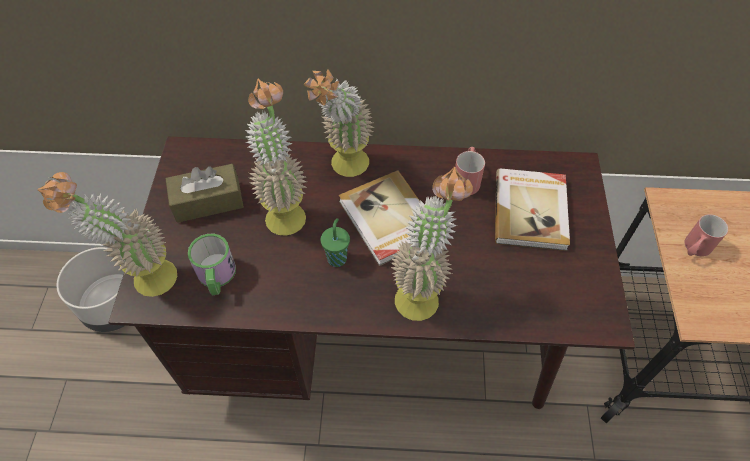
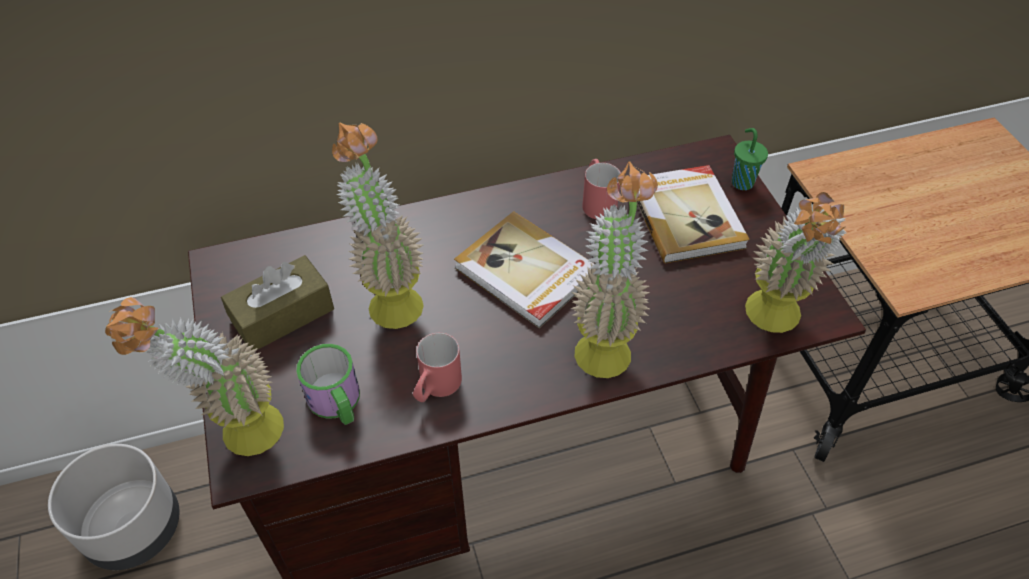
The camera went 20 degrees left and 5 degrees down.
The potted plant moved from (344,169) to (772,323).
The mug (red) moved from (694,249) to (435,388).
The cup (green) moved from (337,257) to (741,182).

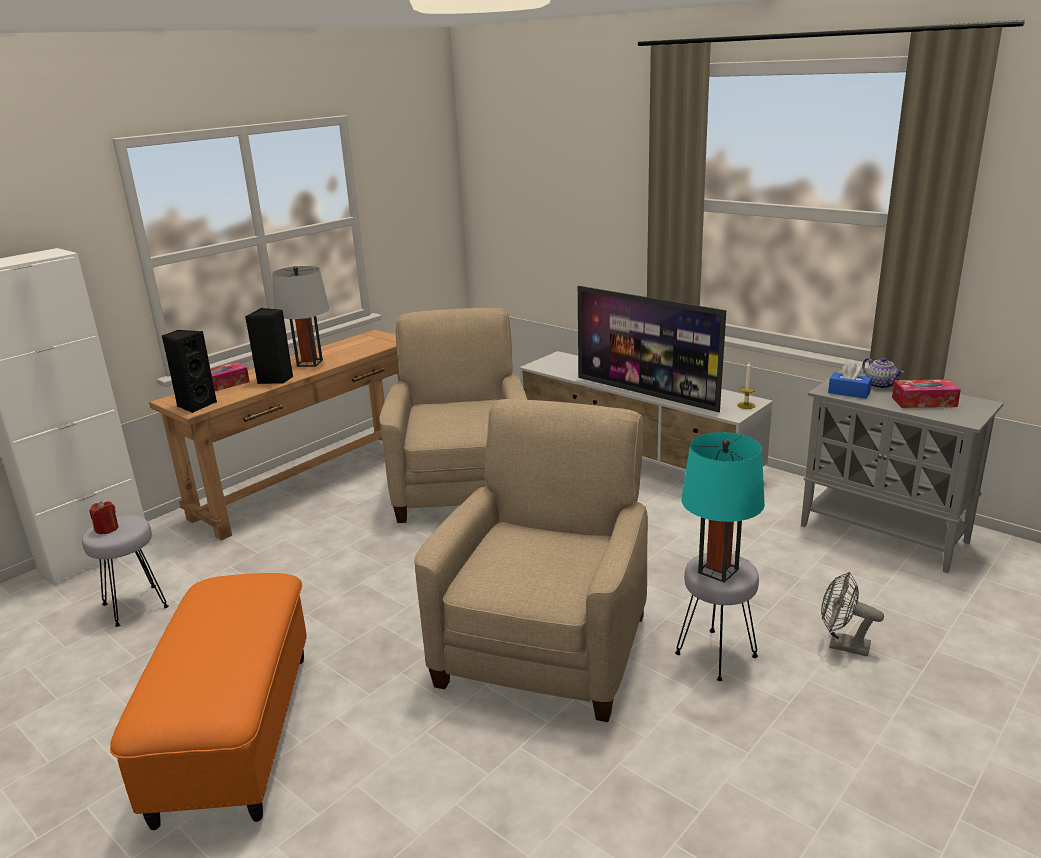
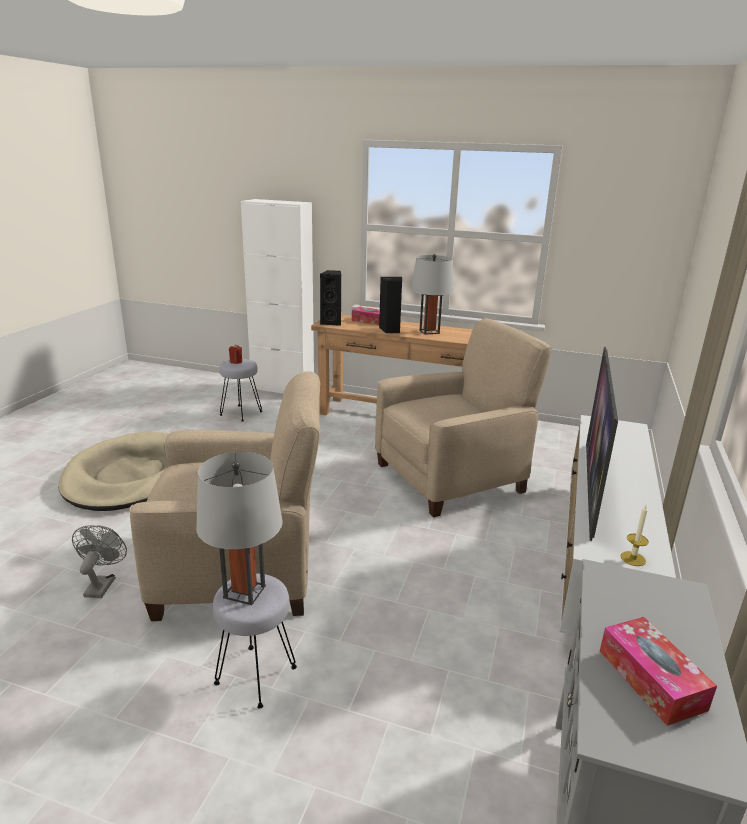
The camera went 65 degrees right and 0 degrees up.
The teapot at (881,385) disappeared.
The tissue box (blue) at (849,392) disappeared.
The table lamp (turquoise) at (718,571) became the table lamp (grey) at (244,592).
The fan (grey) moved from (842,645) to (102,584).
The ottoman (orange) at (238,734) was replaced by the dog bed (beige) at (131,476).

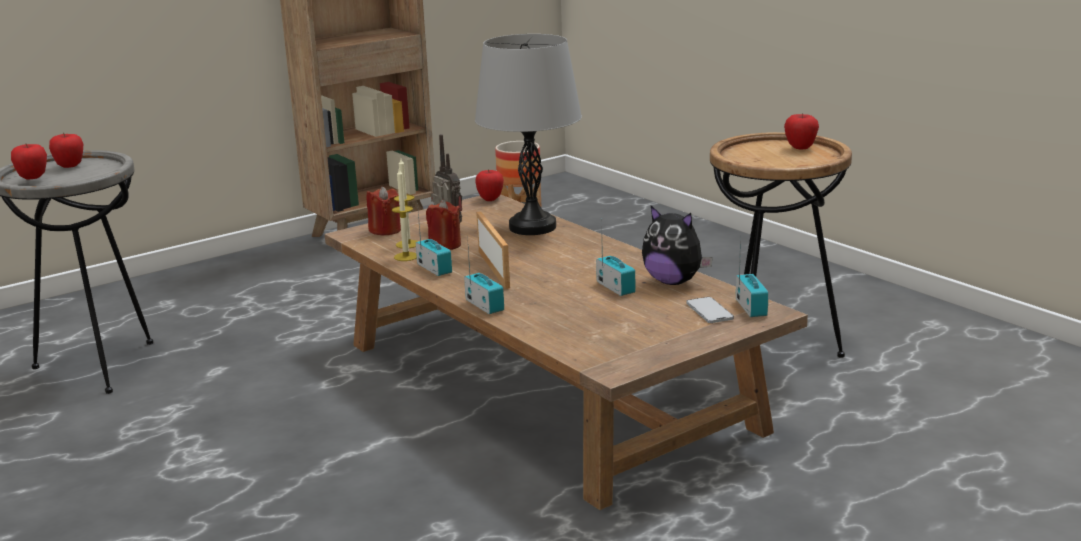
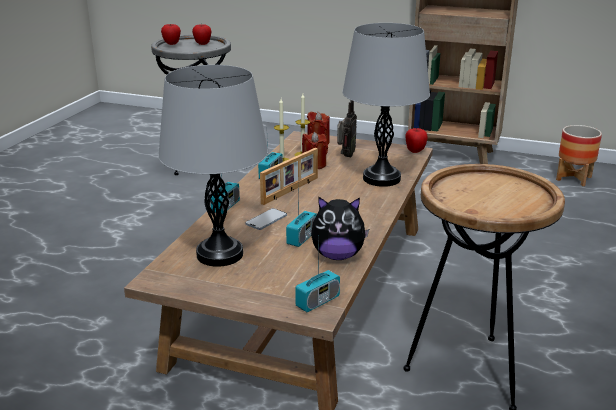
The camera went 55 degrees right and 5 degrees up.
The apple at (800,148) disappeared.
The plush toy at (673,282) turned 90 degrees counterclockwise.
The phone moved from (709,311) to (266,220).
The table lamp (grey) at (220,254) appeared.

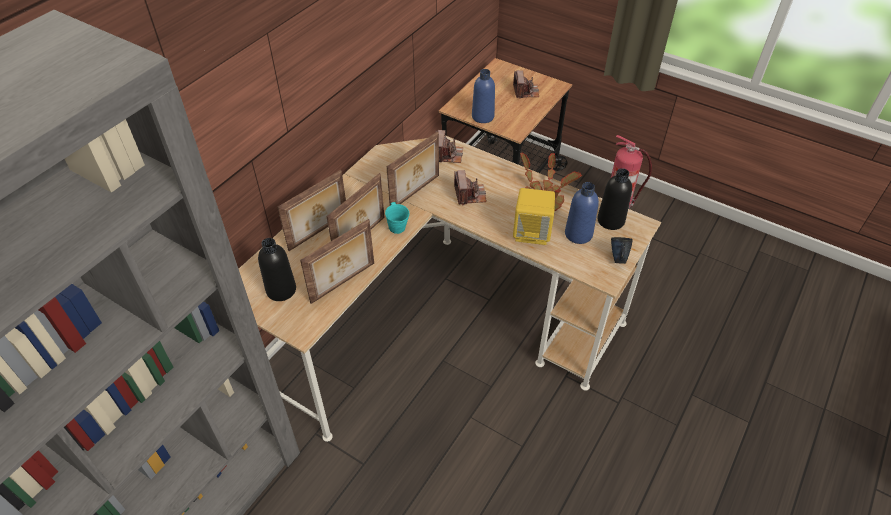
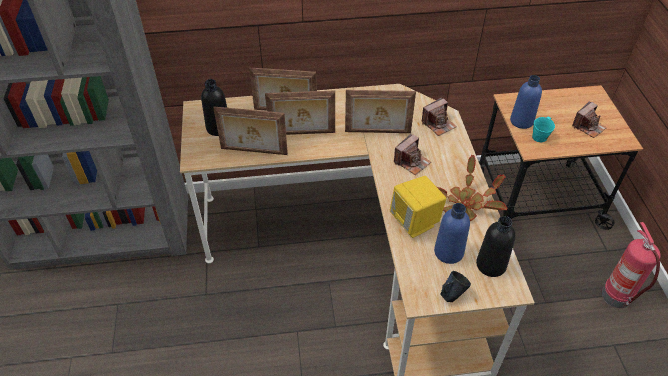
The camera went 50 degrees right and 0 degrees up.
The mug (turquoise) moved from (397,226) to (540,137).

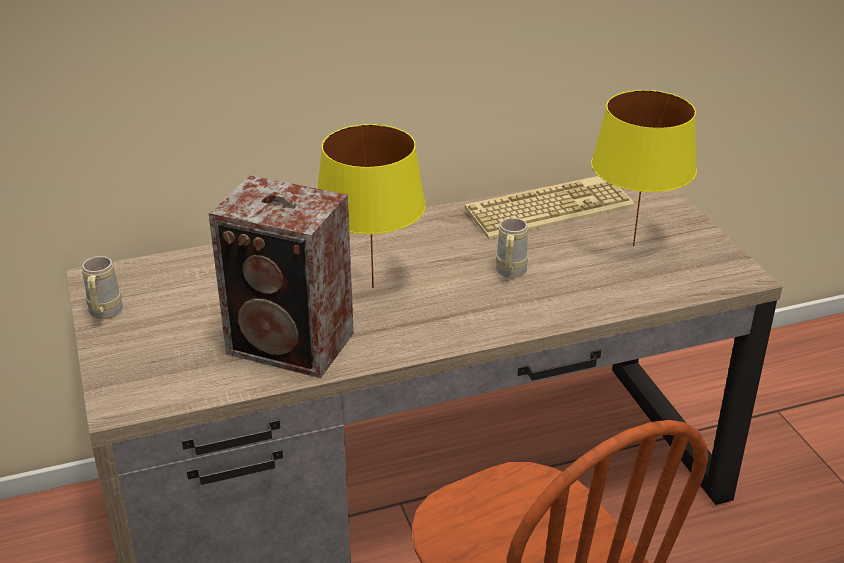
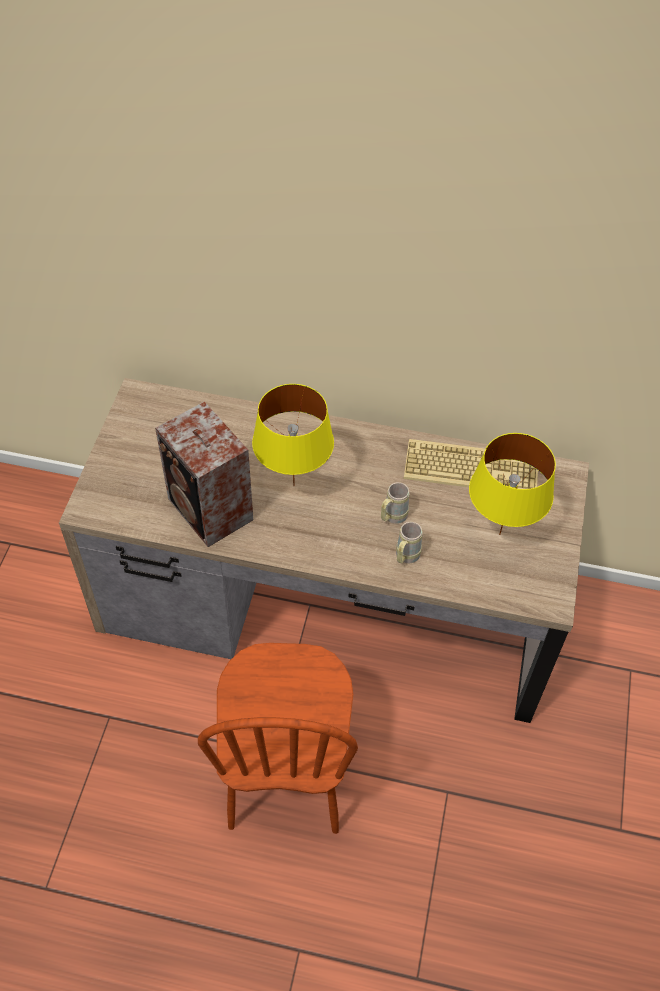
The camera went 30 degrees right and 20 degrees up.
The mug (beige) moved from (104,314) to (405,557).

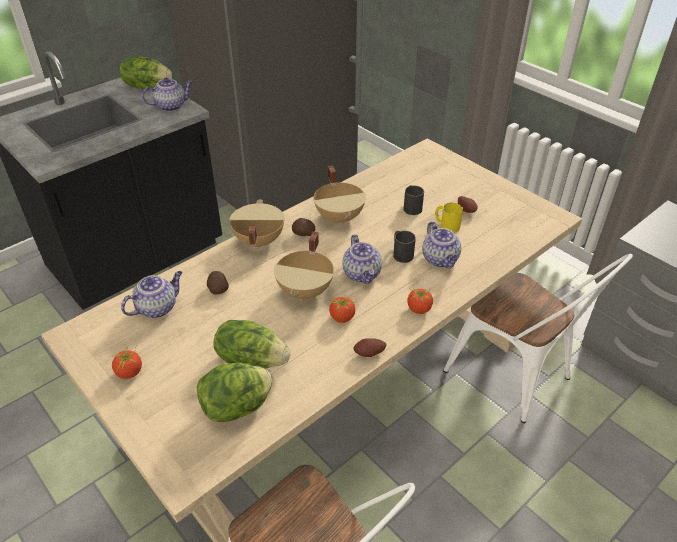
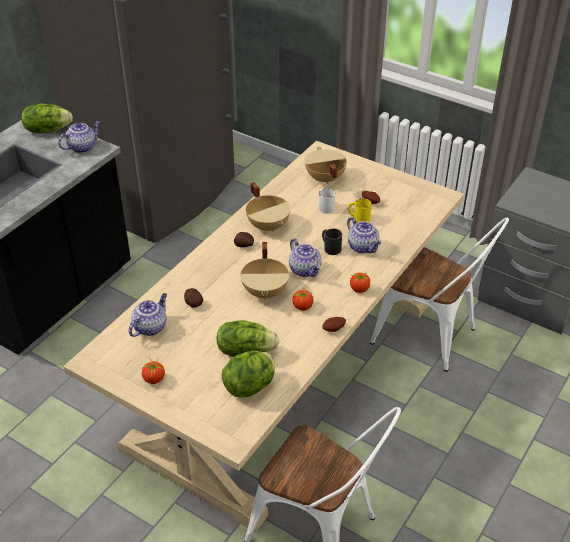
The camera went 15 degrees left and 0 degrees up.
The mug (black) at (411,207) became the mug (white) at (324,206).
The cooking pot (beige) moved from (258,241) to (324,178).

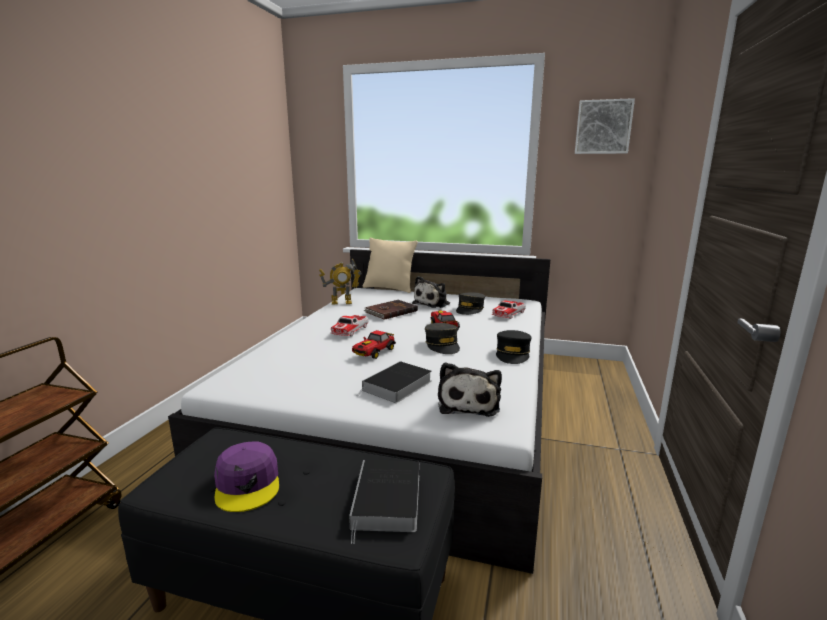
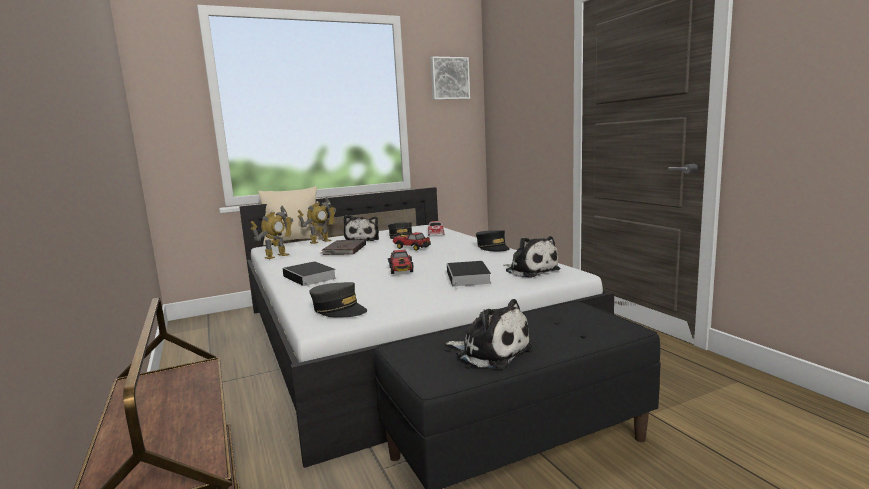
The camera went 40 degrees left and 5 degrees down.
The toy car at (350,330) disappeared.
The cap (grey) moved from (442,345) to (339,310).
The cap (purple) at (248,484) was replaced by the plush toy at (490,351).
The book moved from (387,502) to (310,277).
The toy robot at (320,241) appeared.

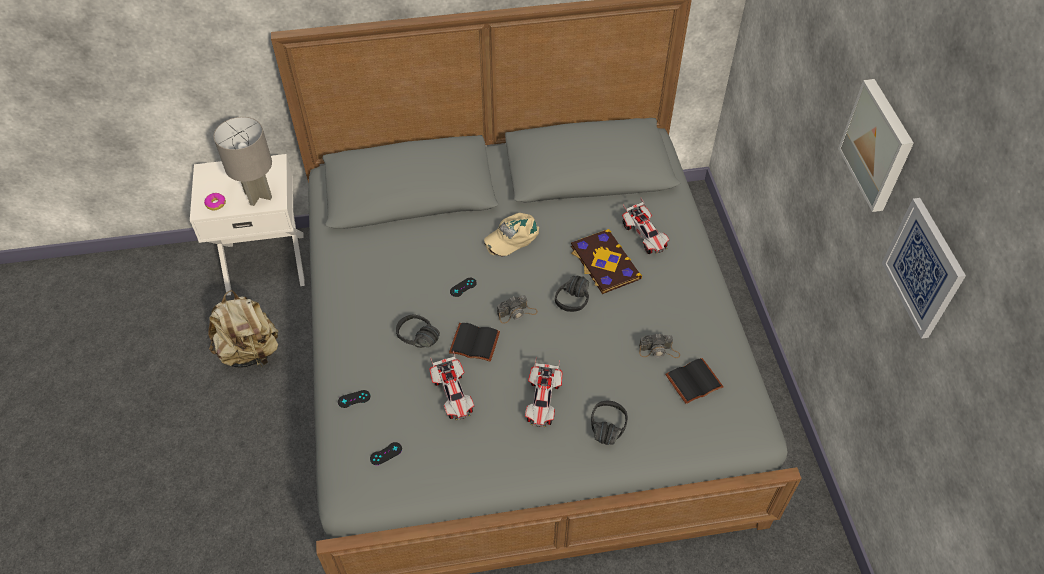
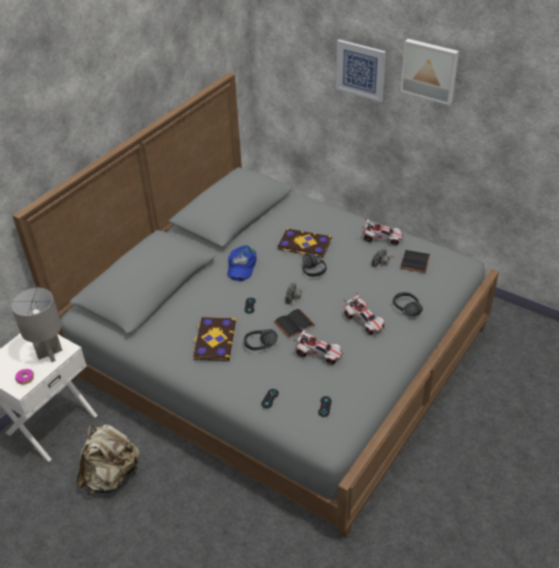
The camera went 45 degrees left and 10 degrees down.
The toy car moved from (644,236) to (381,238).
The picture moved from (924,268) to (361,70).
The cap (beige) at (512,237) became the cap (blue) at (241,266).
The book at (214,340) appeared.

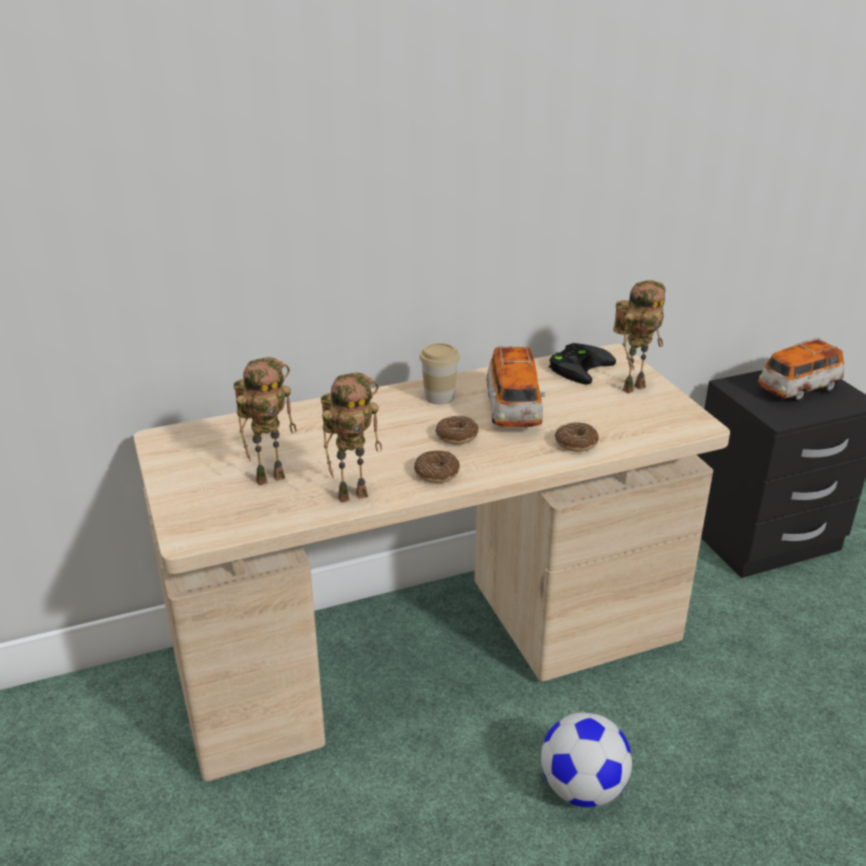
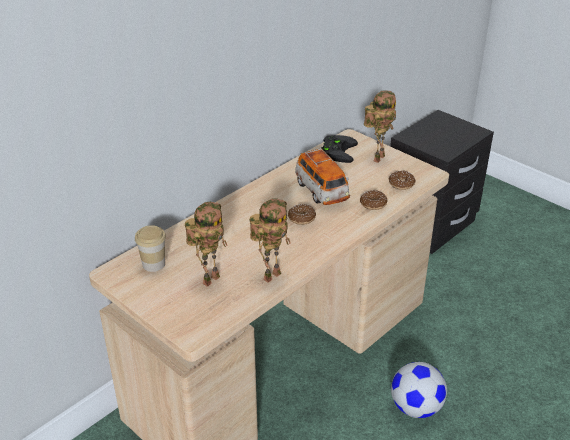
The camera went 25 degrees left and 5 degrees up.
The toy car at (798,390) disappeared.
The cup moved from (439,397) to (153,264).
The donut moved from (436,473) to (401,184).

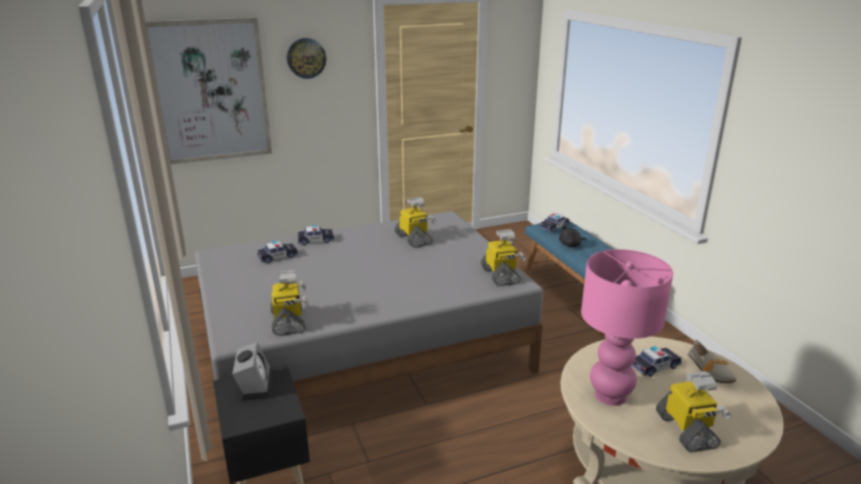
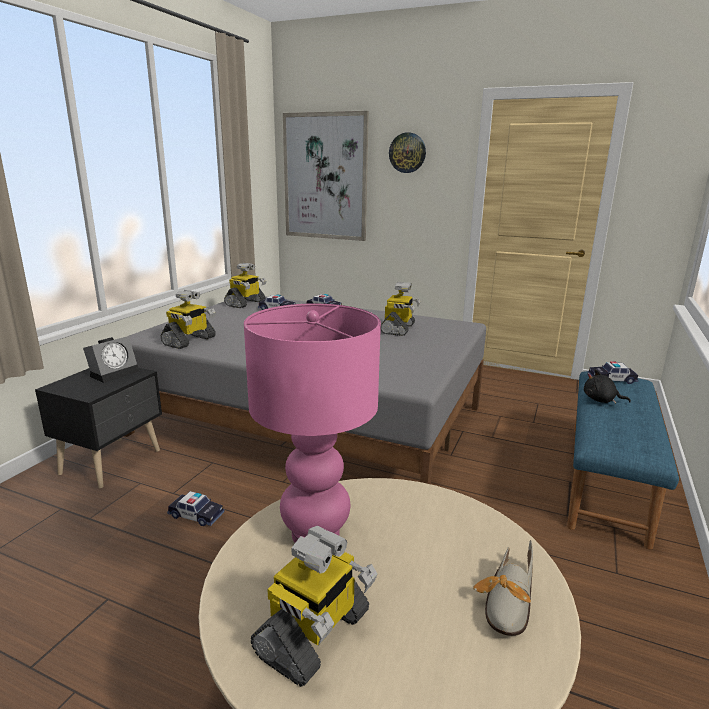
The camera went 45 degrees right and 5 degrees down.
The toy robot moved from (501,275) to (246,303).
The toy car moved from (655,366) to (196,515).

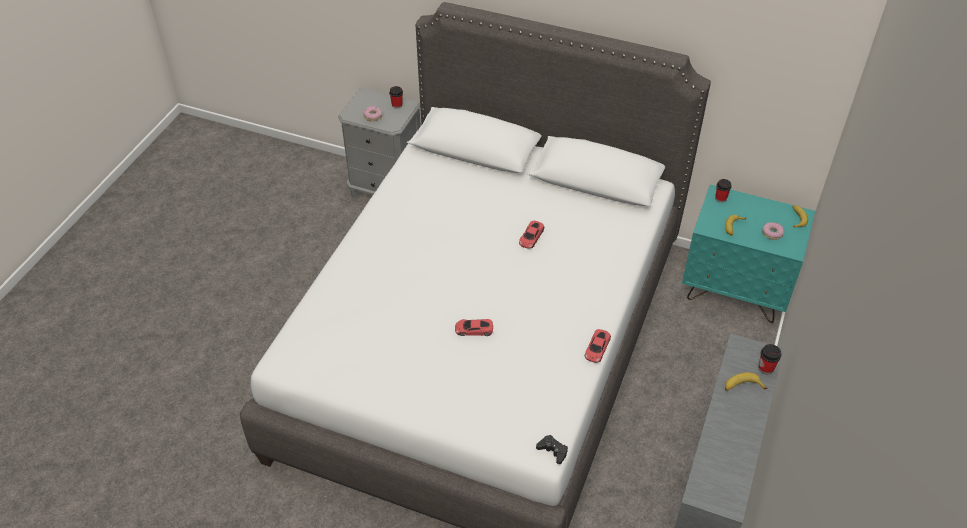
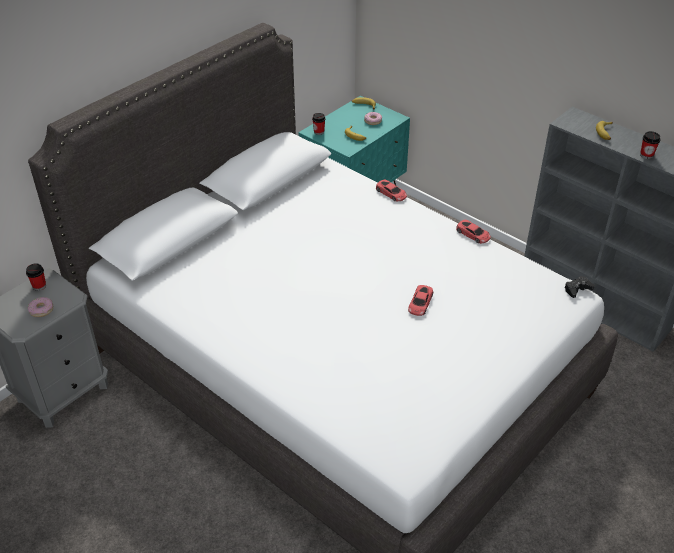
The camera went 70 degrees left and 5 degrees down.
The toy car (red) moved from (531,237) to (391,193).
The cup moved from (766,368) to (646,155).

